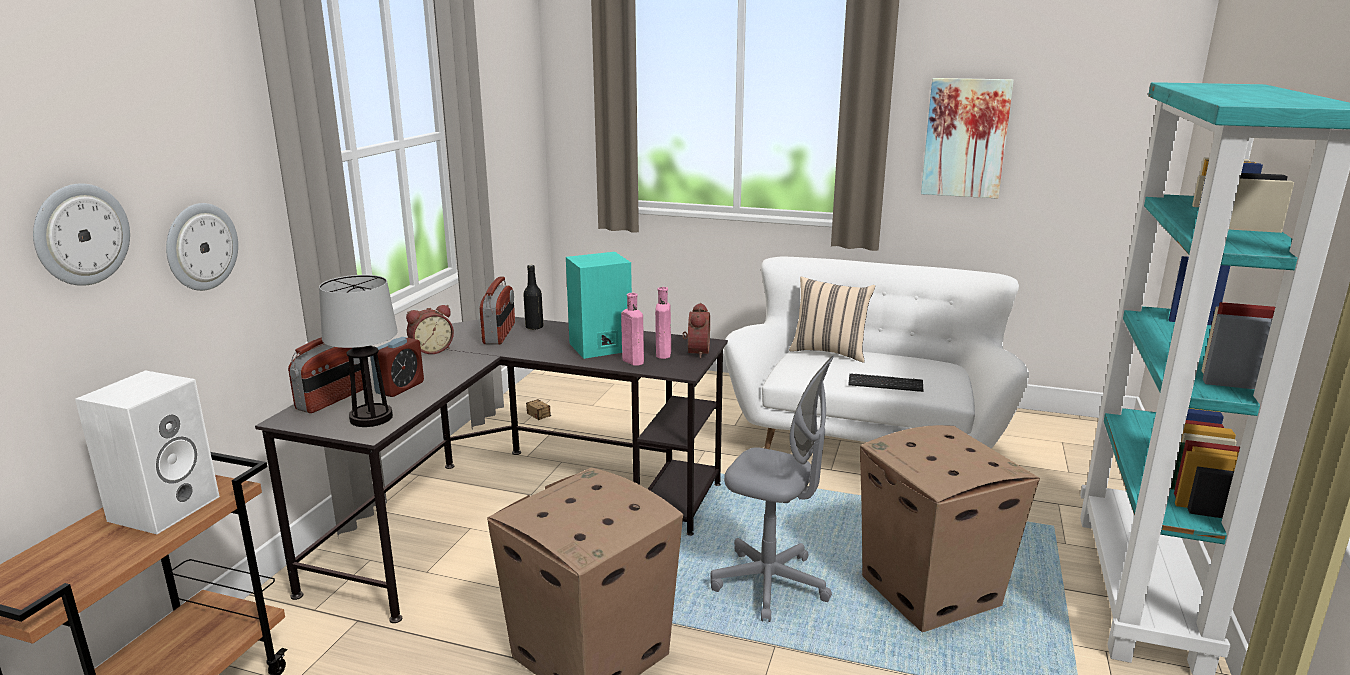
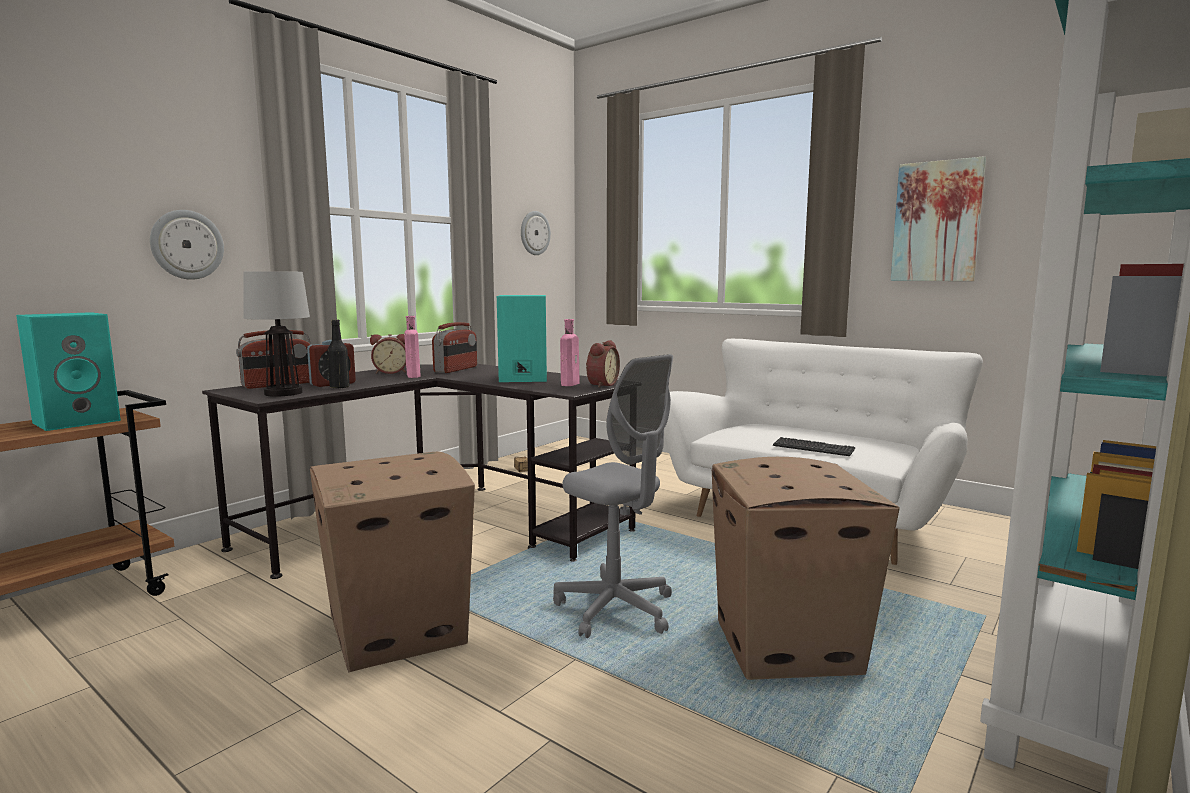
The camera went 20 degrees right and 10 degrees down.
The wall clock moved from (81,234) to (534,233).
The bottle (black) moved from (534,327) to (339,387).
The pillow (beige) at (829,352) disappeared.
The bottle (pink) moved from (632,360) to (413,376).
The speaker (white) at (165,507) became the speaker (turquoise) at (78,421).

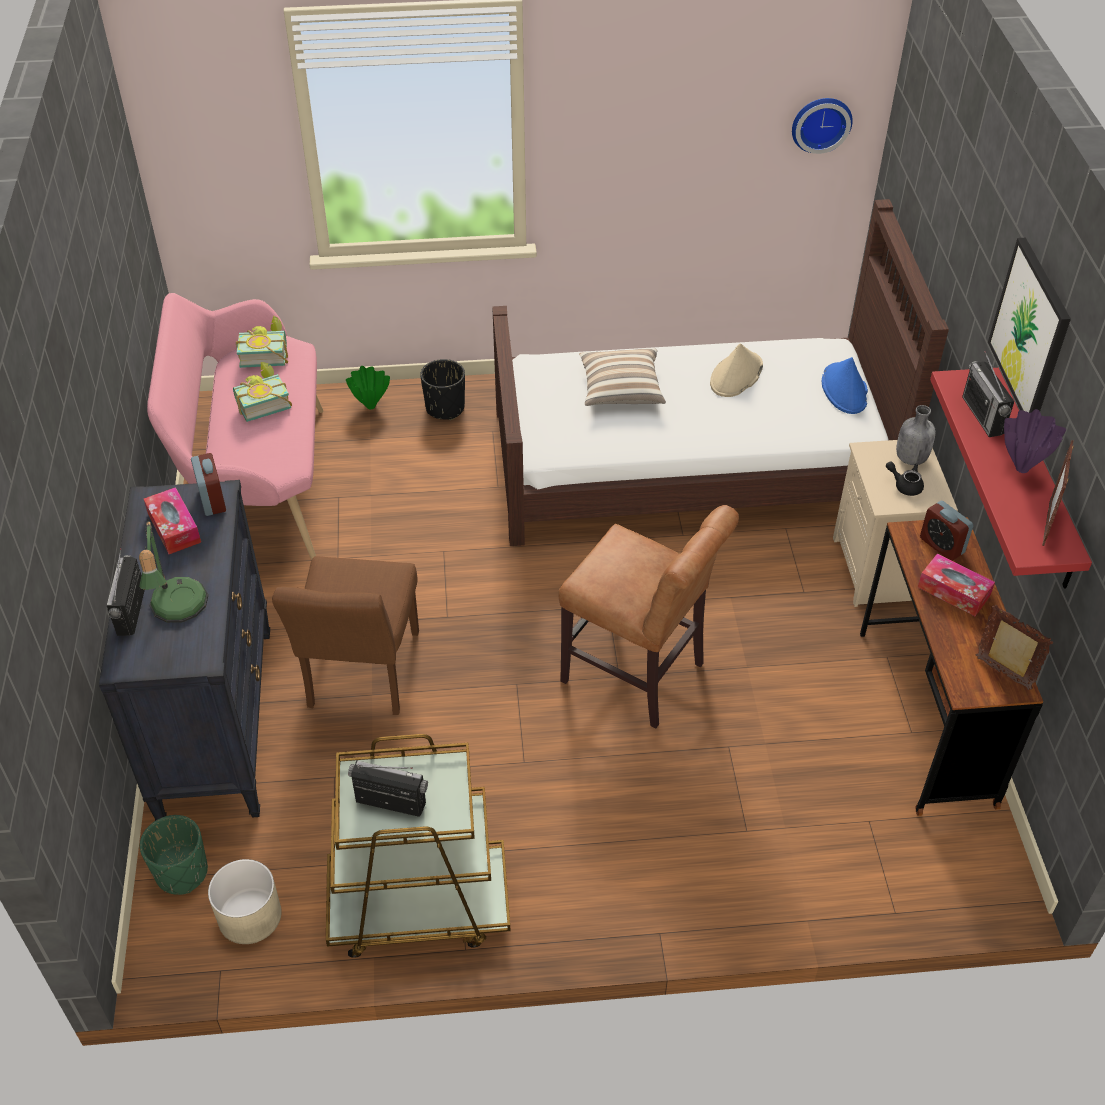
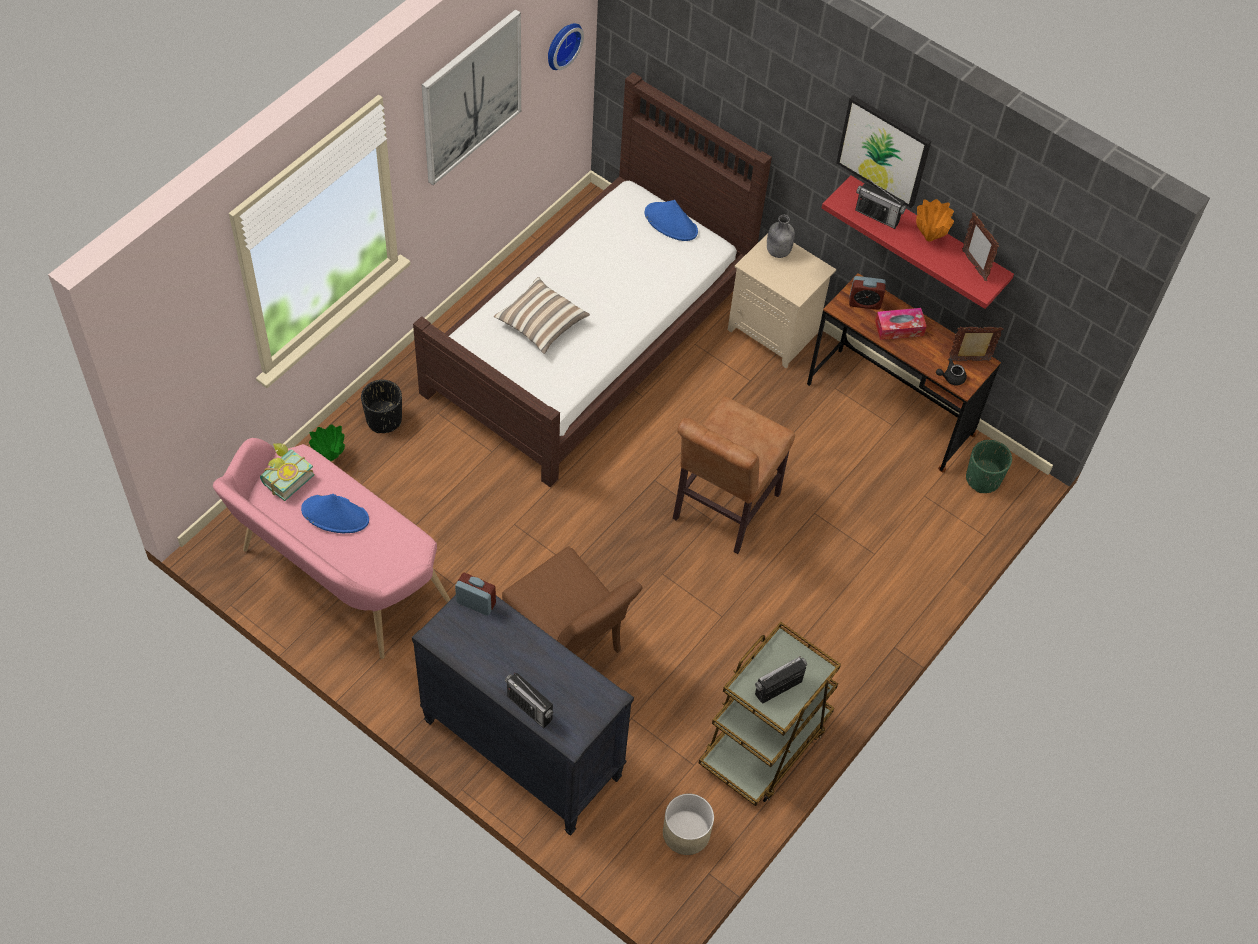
The camera went 50 degrees left and 10 degrees up.
The hat (beige) at (736,375) disappeared.
The book at (262,403) was replaced by the hat (blue) at (335,515).
The vase (purple) at (1022,467) became the vase (orange) at (929,237).
The teapot (black) moved from (905,485) to (950,377).
The tissue box at (174,528) disappeared.
The chair (brown) at (639,676) turned 135 degrees clockwise.
The table lamp at (177,609) disappeared.
The planter (green) moved from (182,873) to (983,479).
The picture at (471,96) appeared.

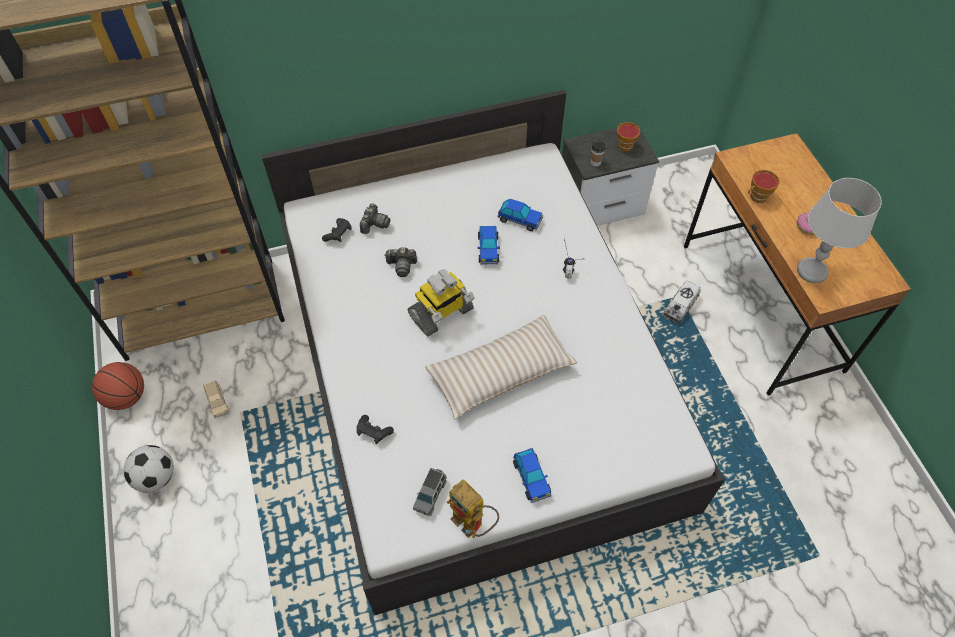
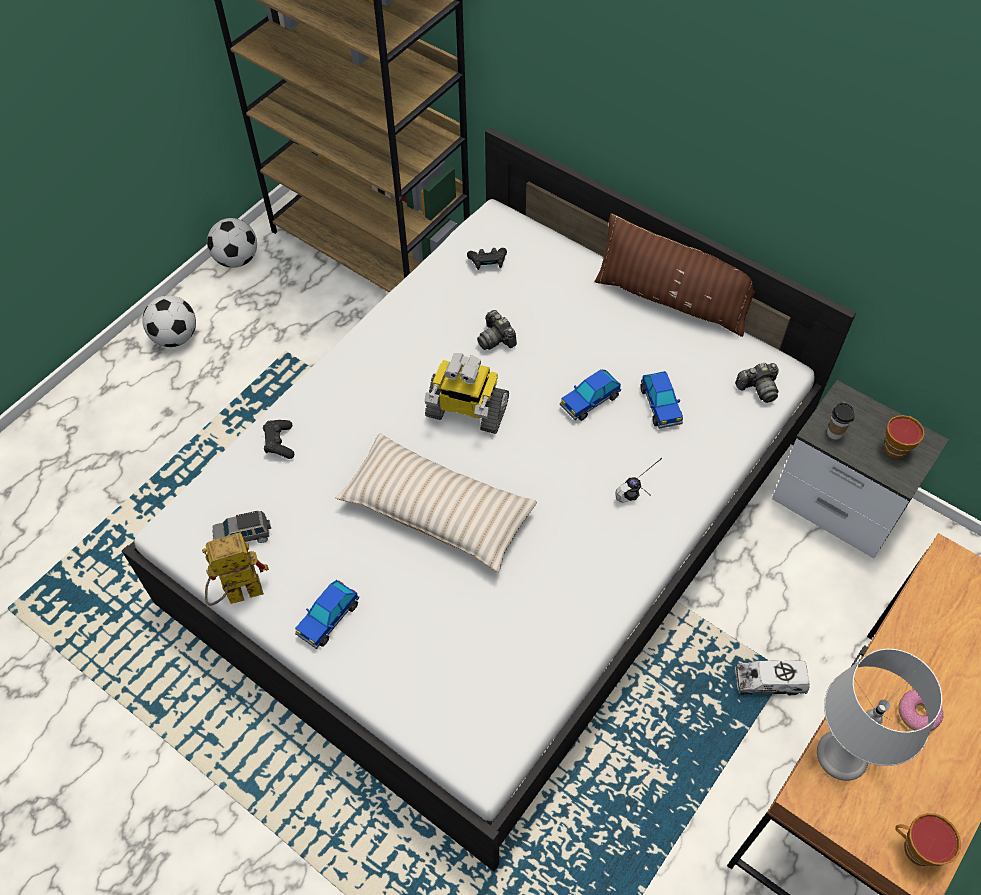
The camera went 55 degrees right and 0 degrees up.
The cup moved from (756,197) to (915,848).
The photo camera moved from (374,224) to (758,388).
The basketball at (126,397) was replaced by the football at (237,259).
The toy car (beige) at (218,403) disappeared.
The toy robot at (473,524) turned 60 degrees clockwise.
The pillow (brown) at (671,300) appeared.

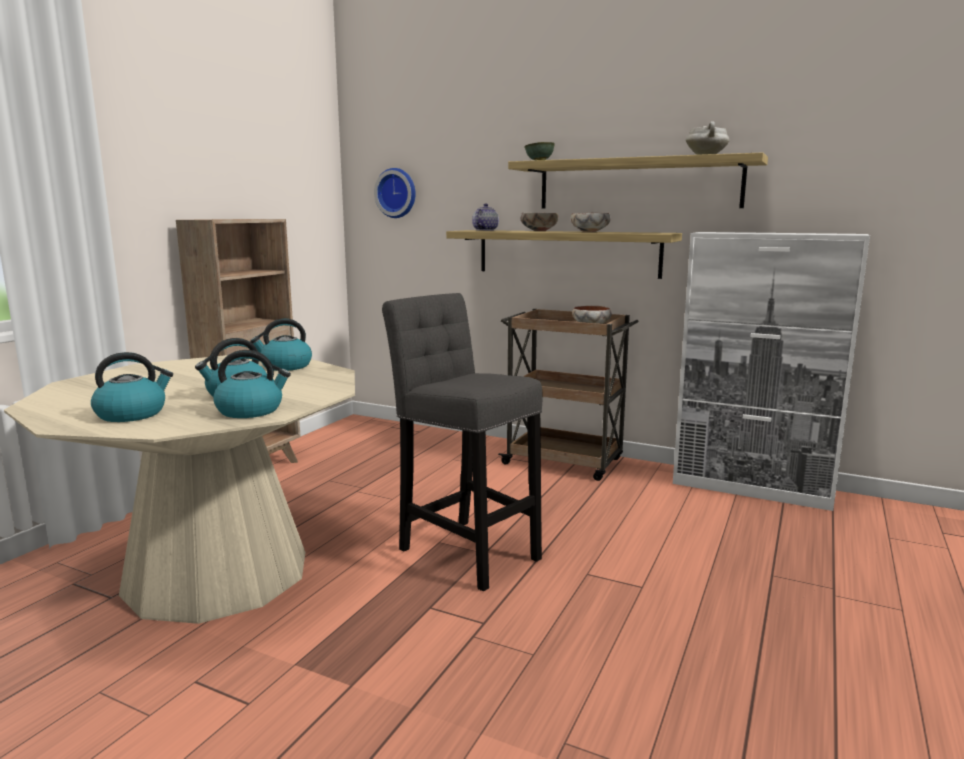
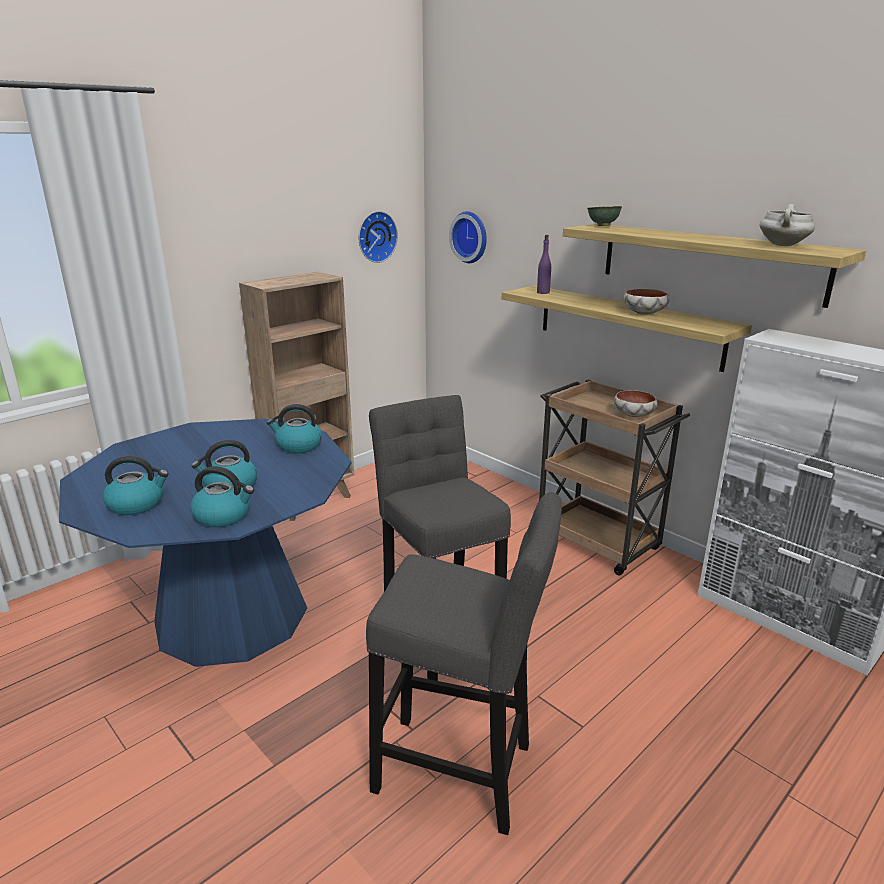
The camera went 20 degrees right and 10 degrees up.
The teapot at (484,230) was replaced by the bottle (purple) at (543,292).
The bowl at (538,231) disappeared.
The dining table (beige) at (217,572) became the dining table (blue) at (232,615).
The wall clock at (375,236) appeared.
The stool (grey) at (461,772) appeared.

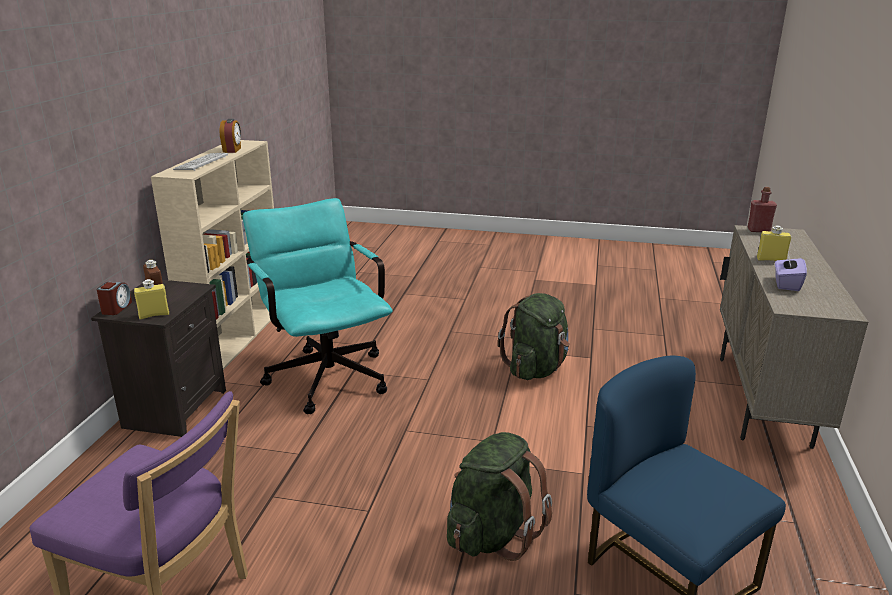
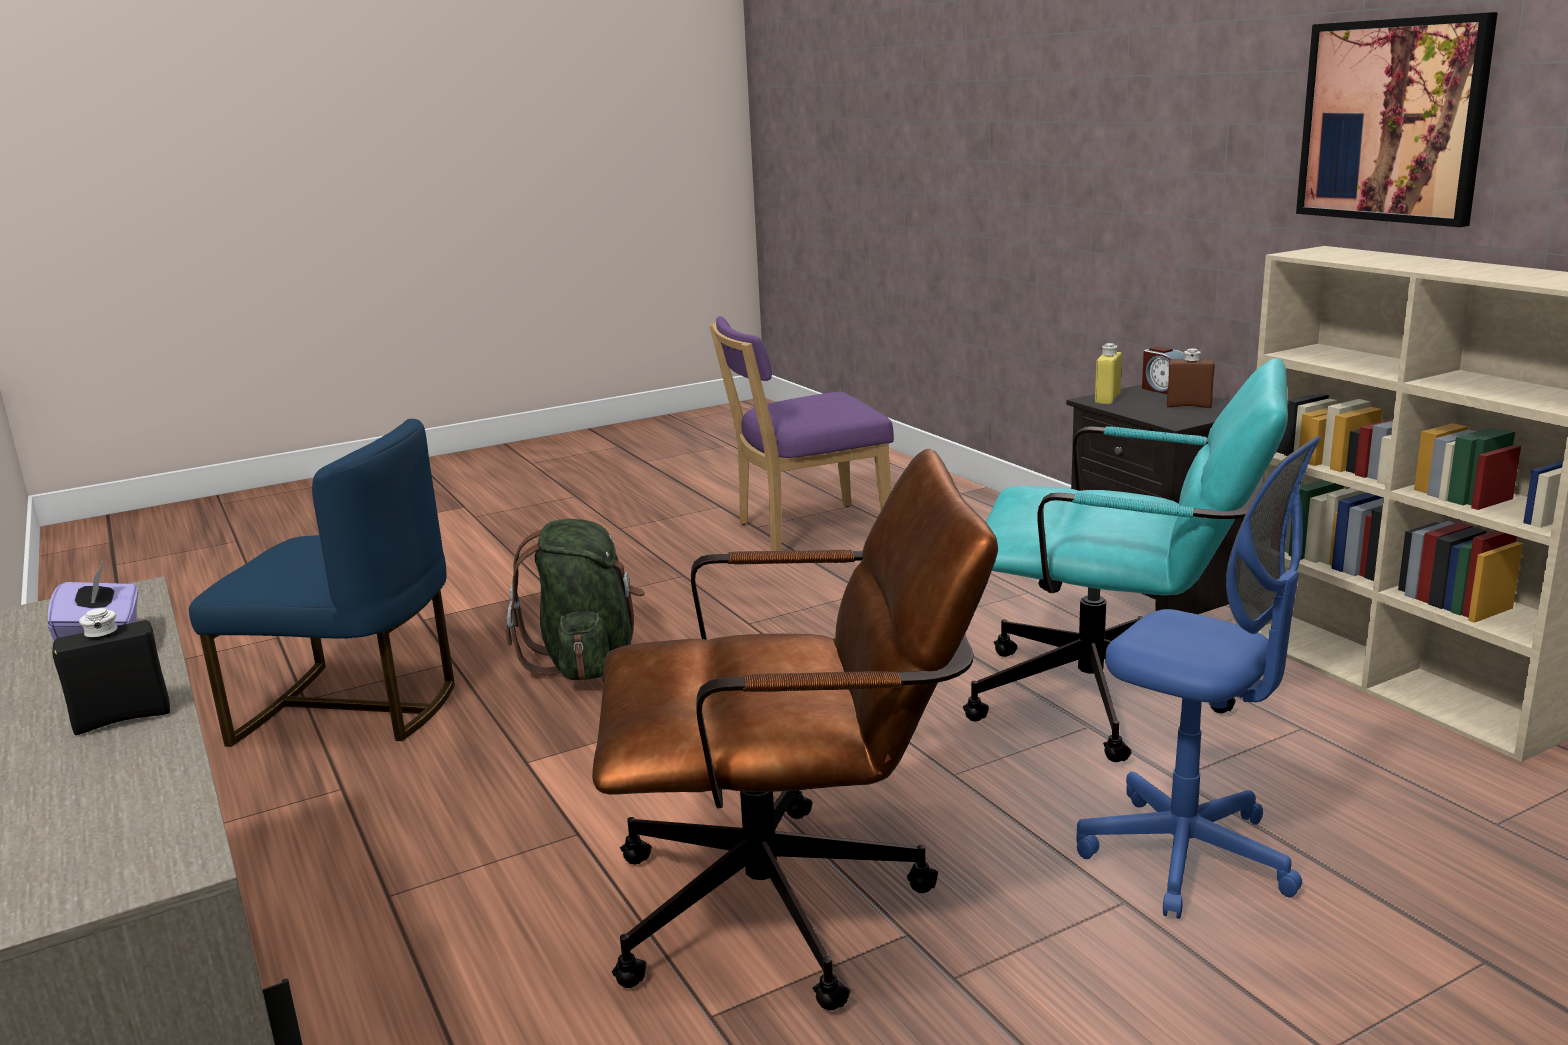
The camera went 140 degrees right and 5 degrees down.
The alarm clock at (232,150) disappeared.
The keyboard at (201,163) disappeared.
The bottle (red) at (758,230) disappeared.
The bottle (yellow) at (771,260) became the bottle (black) at (123,718).
The backpack (green) at (536,369) was replaced by the office chair (brown) at (797,904).
The picture at (1392,121) appeared.
The office chair (blue) at (1187,856) appeared.

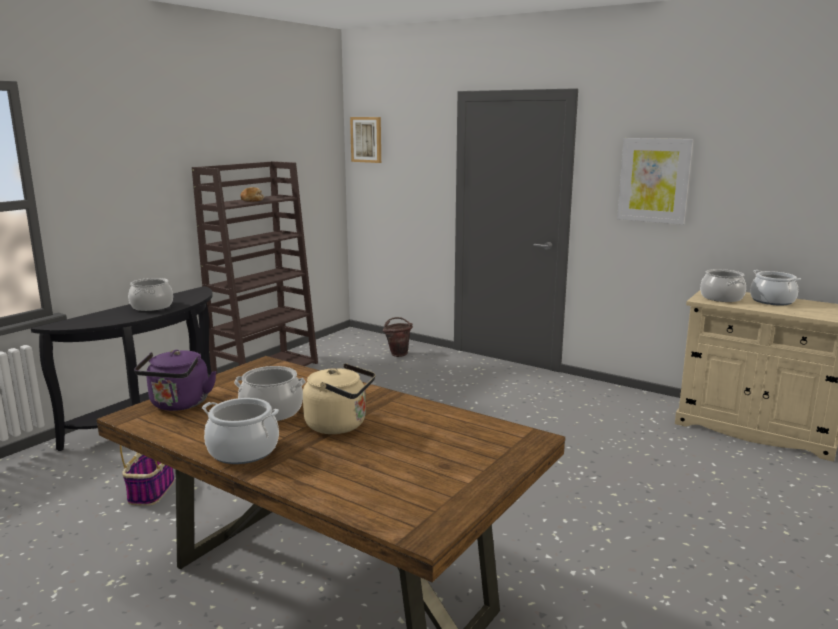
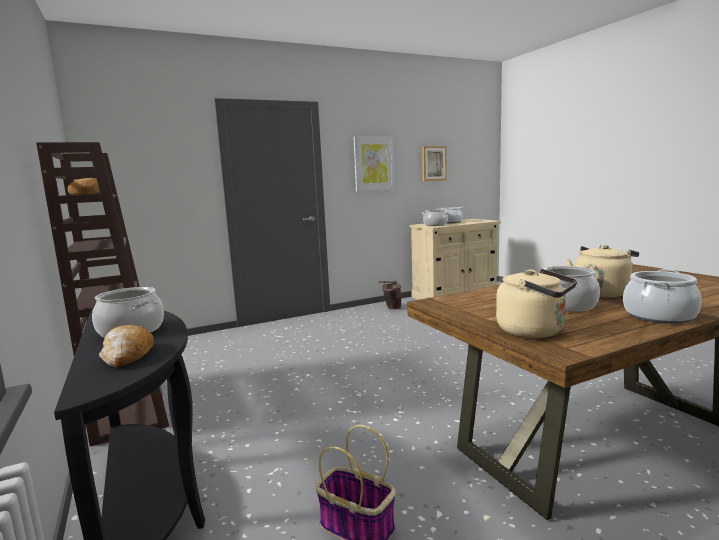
The camera went 60 degrees left and 5 degrees down.
The picture moved from (366,139) to (433,163).
The bucket (brown) moved from (398,353) to (391,308).
The kettle (purple) at (179,405) became the kettle (beige) at (535,331).
The bread at (128,355) appeared.

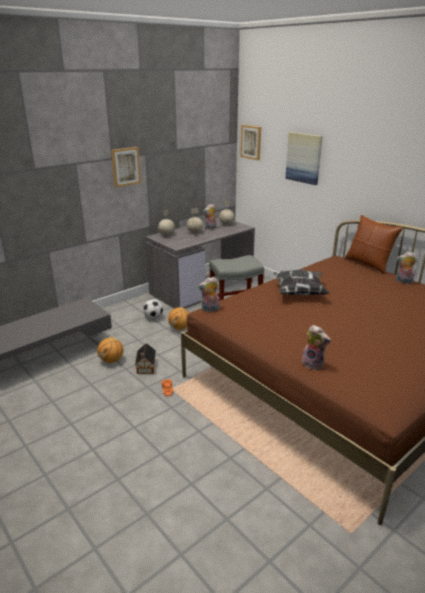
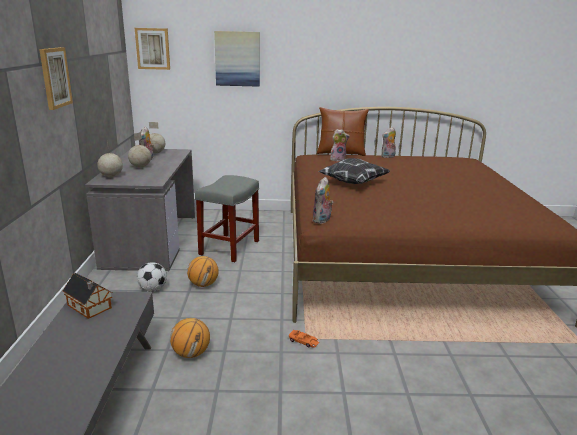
The camera went 50 degrees left and 5 degrees down.
The plush toy moved from (314,364) to (338,159).
The toy house moved from (145,367) to (90,307).

